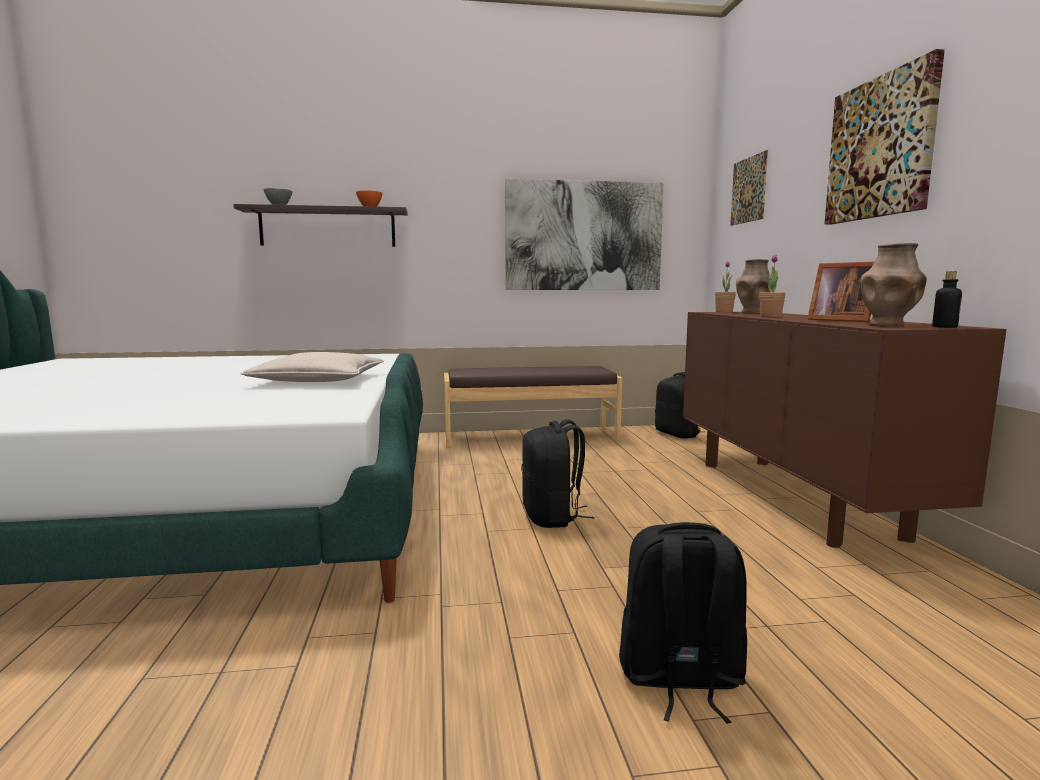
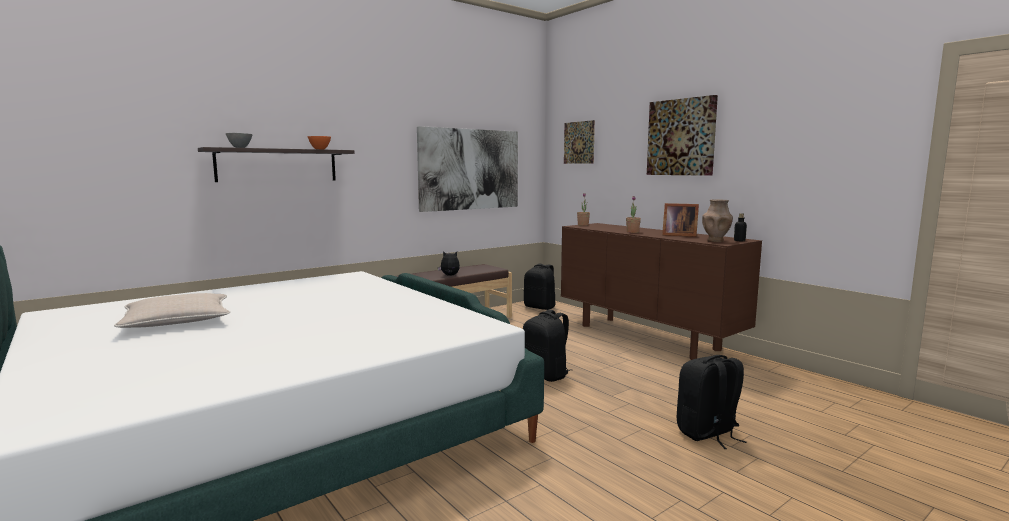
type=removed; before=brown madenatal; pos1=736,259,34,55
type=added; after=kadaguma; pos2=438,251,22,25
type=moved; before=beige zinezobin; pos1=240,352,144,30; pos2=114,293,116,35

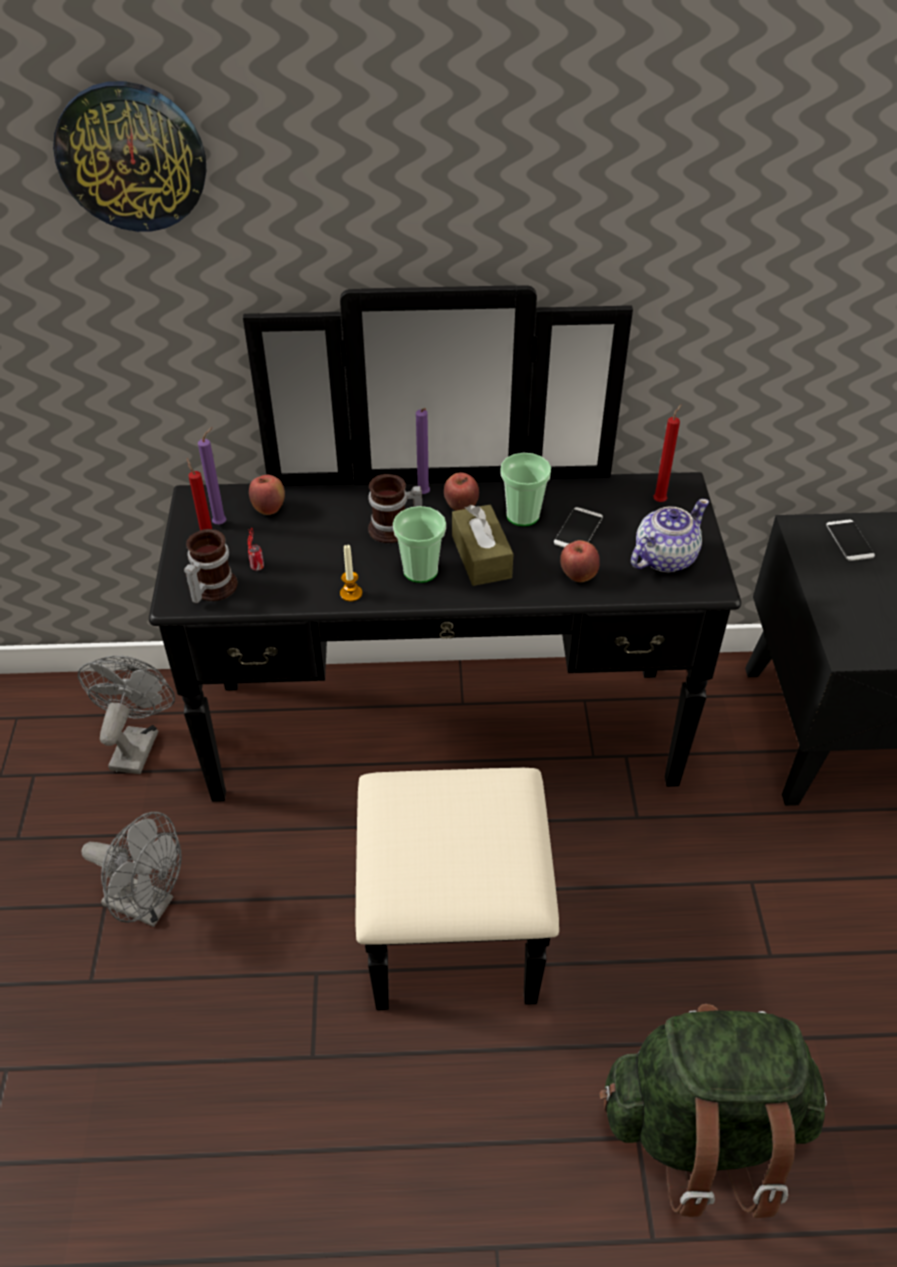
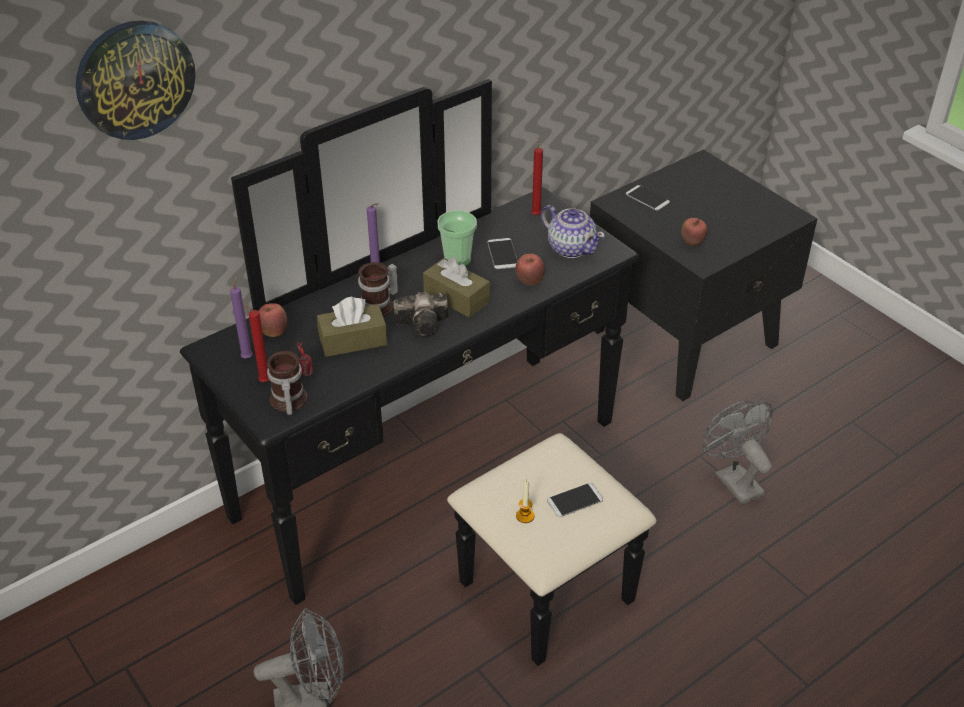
type=removed; before=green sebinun; pos1=599,1004,228,214
type=added; after=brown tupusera; pos2=317,297,70,60
type=added; after=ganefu; pos2=547,483,56,34
type=moved; before=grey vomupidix; pos1=78,656,97,118; pos2=702,401,71,103
type=moved; before=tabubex; pos1=340,545,22,57; pos2=516,479,18,44
type=moved; before=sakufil; pos1=444,472,35,39; pos2=681,218,27,28
type=replaced; before=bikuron; after=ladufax; pos1=393,506,53,77; pos2=393,292,55,45
type=turned; before=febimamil; pos1=631,499,78,73; pos2=541,205,64,53; turn=120

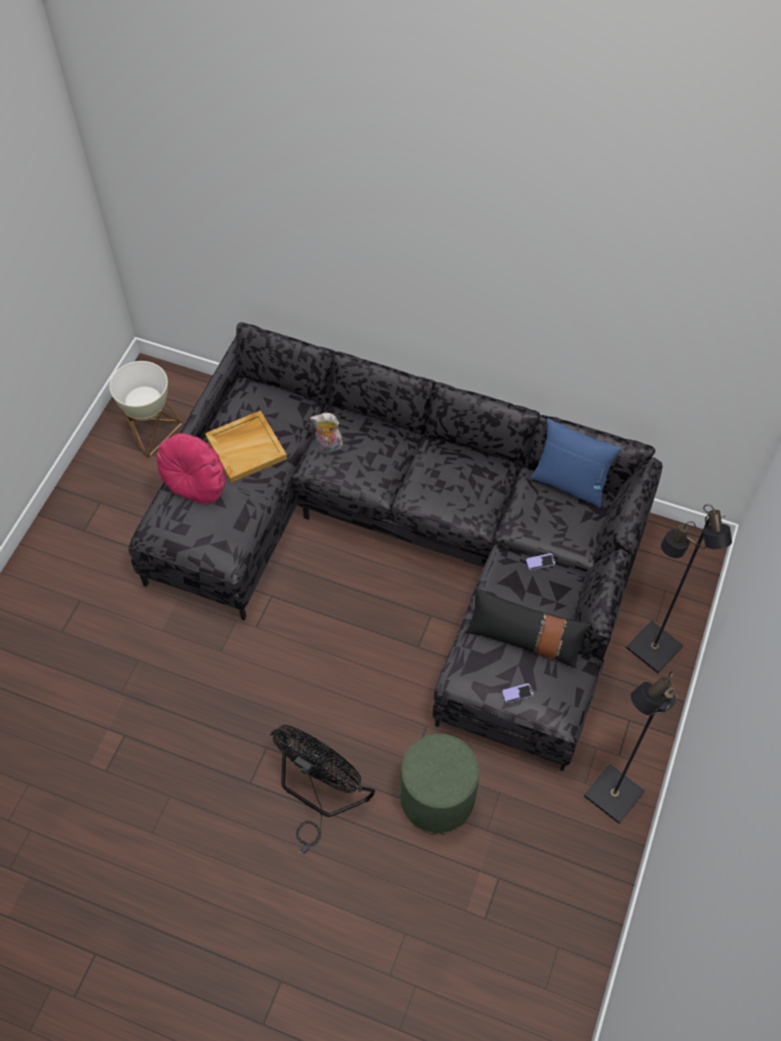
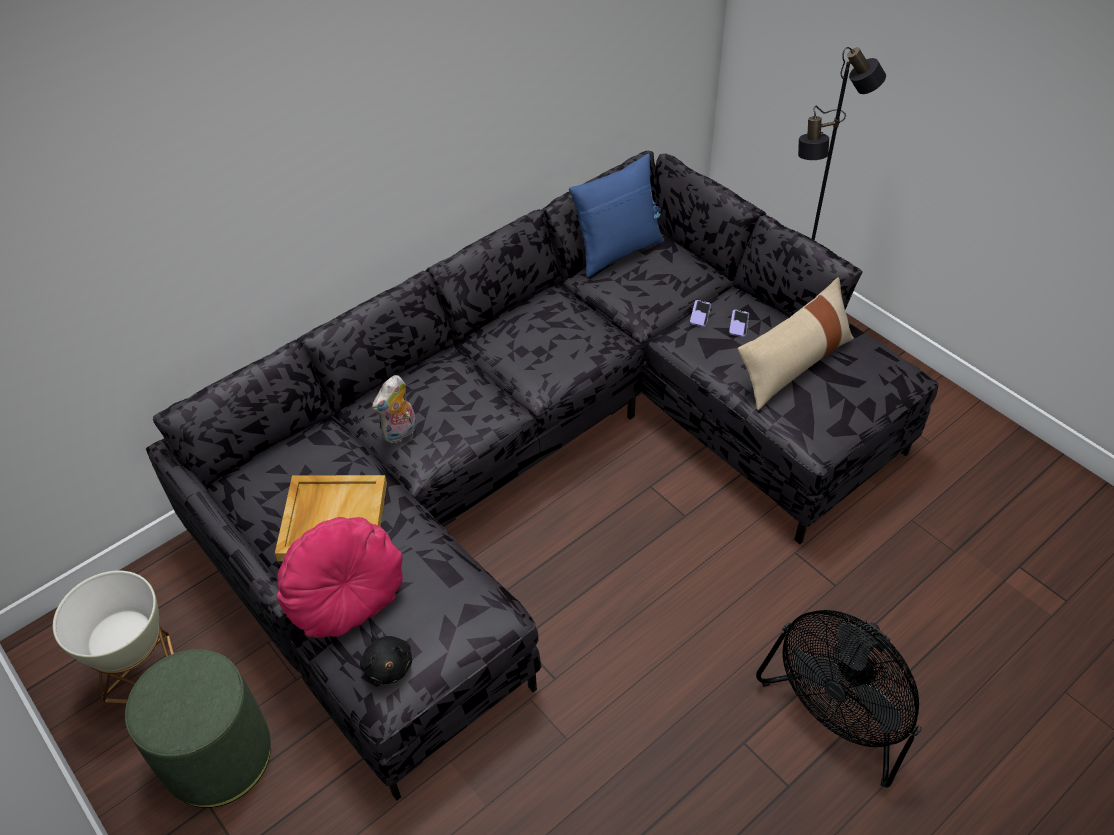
type=removed; before=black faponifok; pos1=584,671,93,153
type=added; after=black kadaguma; pos2=360,629,52,55
type=moved; before=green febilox; pos1=400,734,79,100; pos2=125,649,146,159
type=moved; before=ganefu; pos1=502,683,31,20; pos2=729,310,20,27
type=recoloured; before=black zinezobin; after=beige zinezobin; pos1=466,588,125,80; pos2=738,277,116,133
type=turned; before=black vomupidix; pos1=270,725,105,129; pos2=756,610,166,178; turn=-105

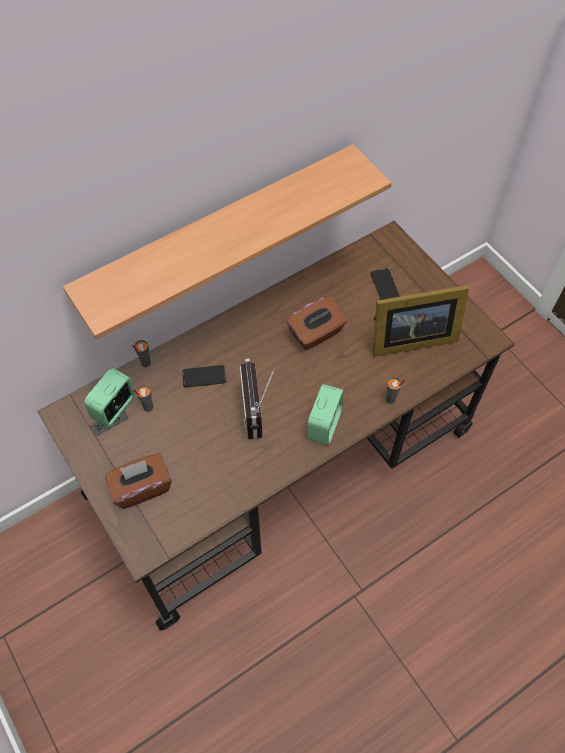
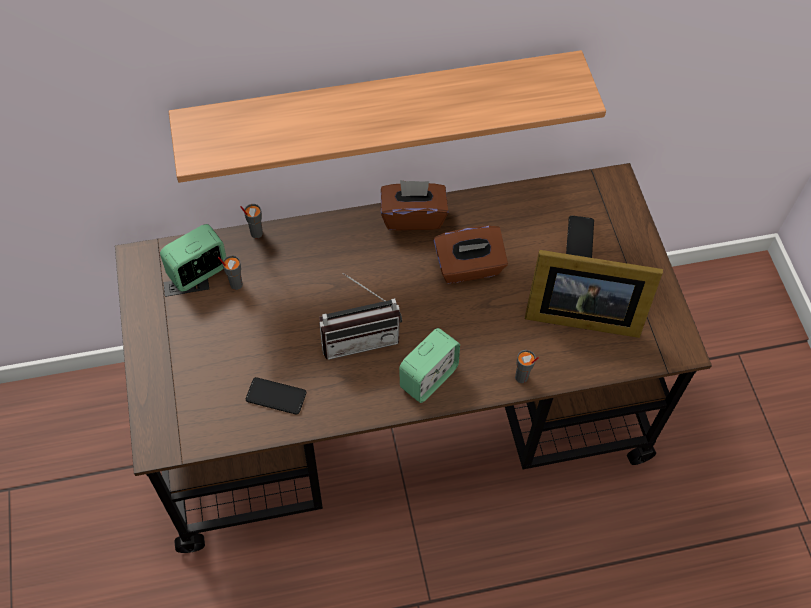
type=moved; before=brown tupusera; pos1=105,454,67,55; pos2=381,180,68,50
type=moved; before=ganefu; pos1=182,365,44,22; pos2=246,377,60,38
type=turned; before=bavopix; pos1=240,359,35,81; pos2=319,273,83,87; turn=-120

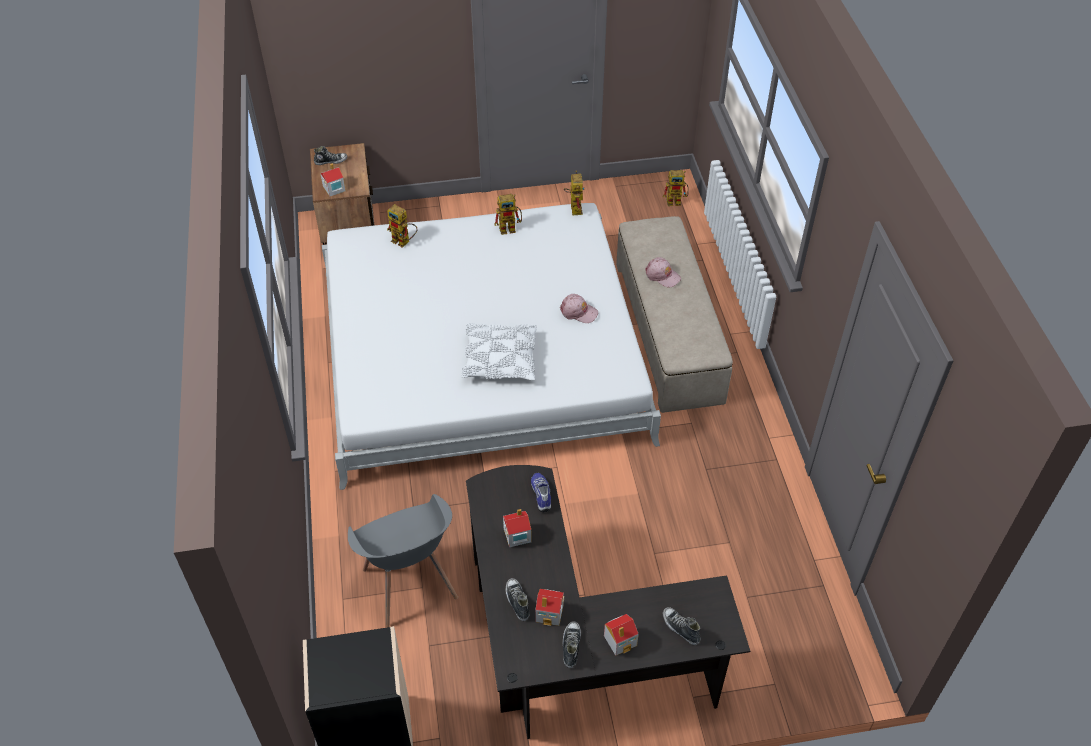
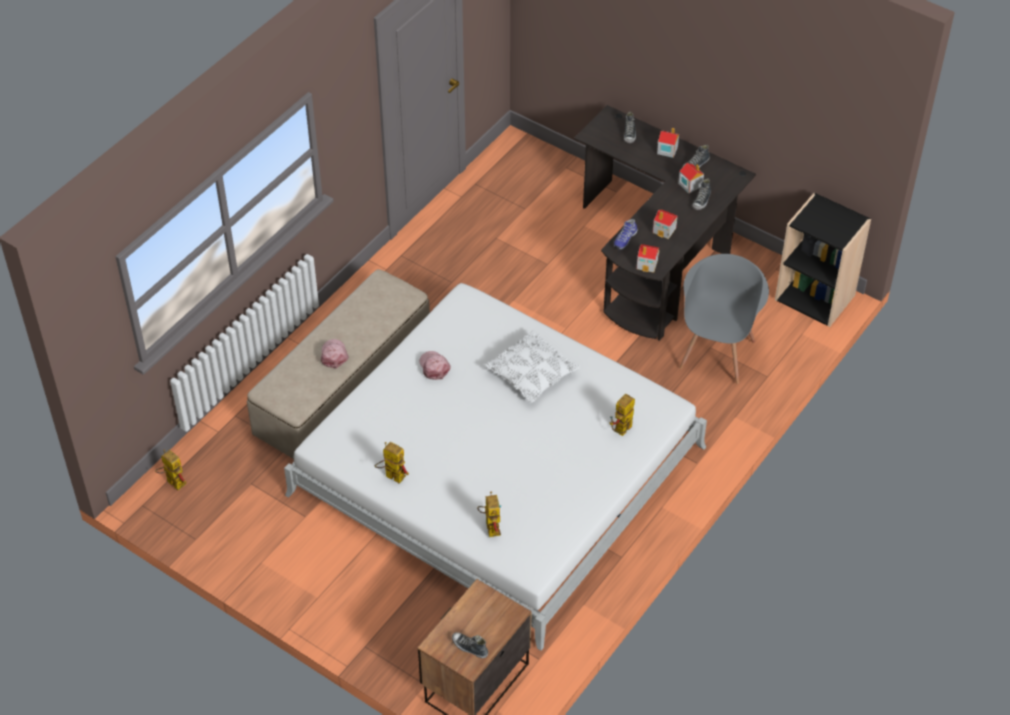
type=moved; before=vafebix; pos1=320,163,26,33; pos2=637,244,22,29
type=moved; before=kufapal; pos1=564,170,20,45; pos2=610,394,25,42

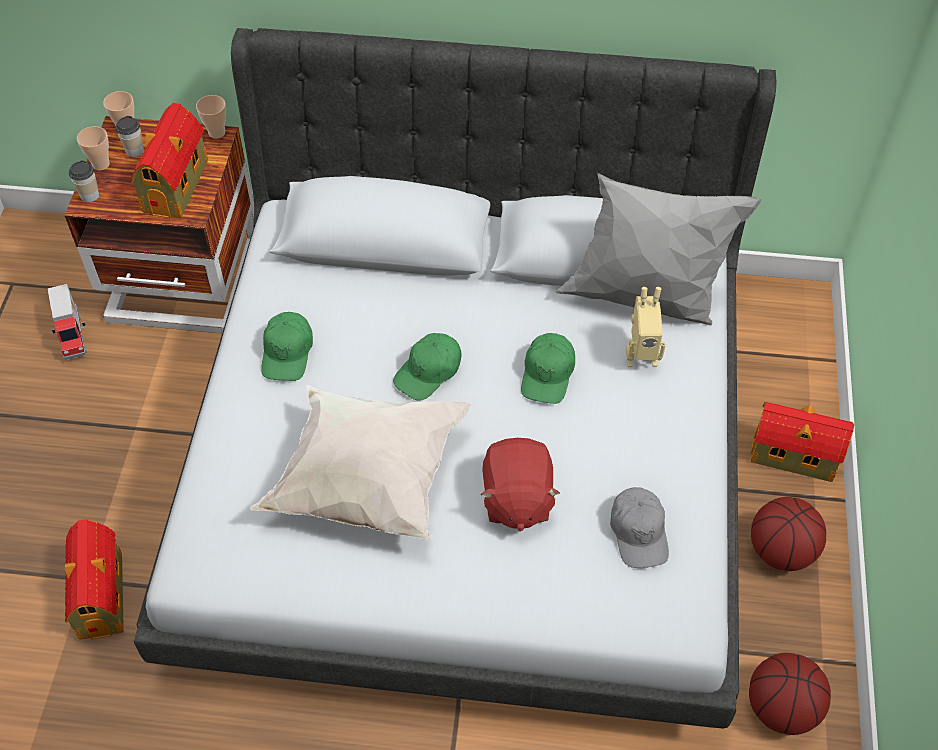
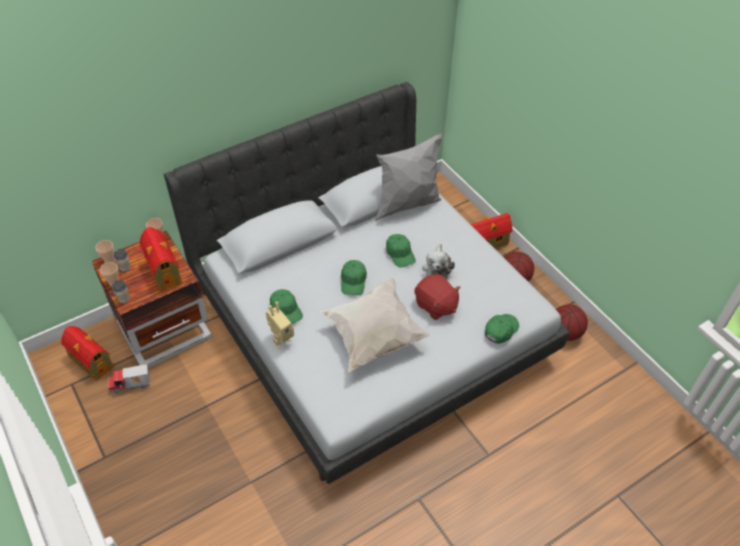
type=removed; before=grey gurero; pos1=610,487,59,81
type=added; after=kadaguma; pos2=422,244,33,36
type=added; after=green gurero; pos2=485,314,34,30
type=moved; before=vafebix; pos1=65,519,59,120; pos2=61,326,53,55
type=moved; before=kufapal; pos1=626,287,40,80; pos2=266,302,28,47
type=turned; before=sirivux; pos1=48,284,39,76; pos2=108,364,42,30; turn=135

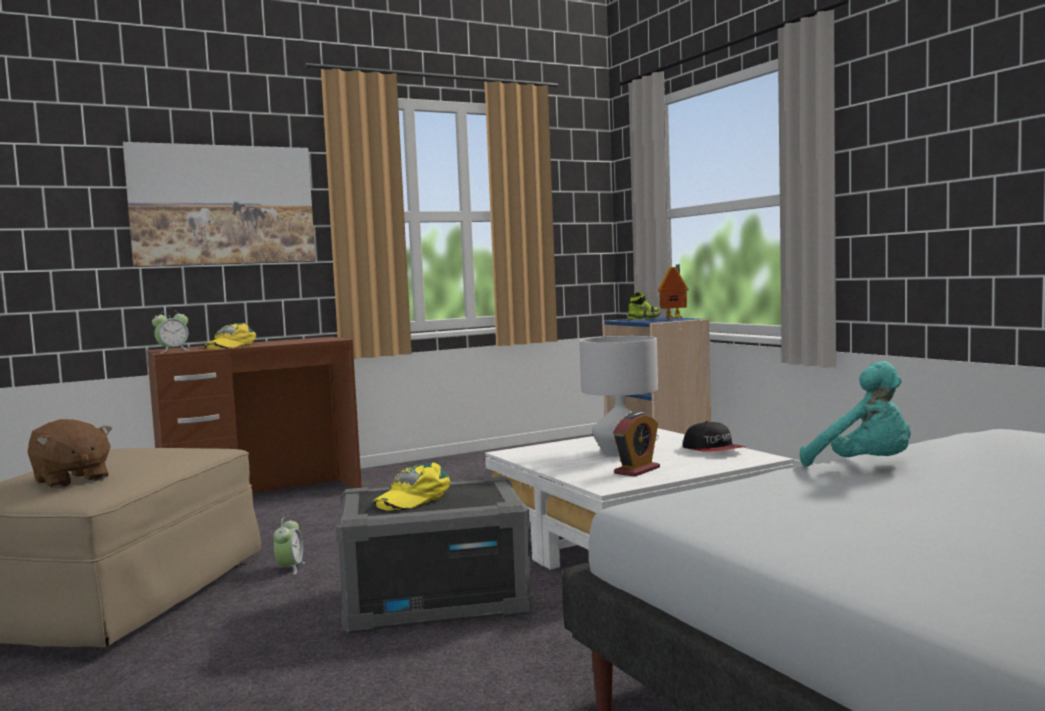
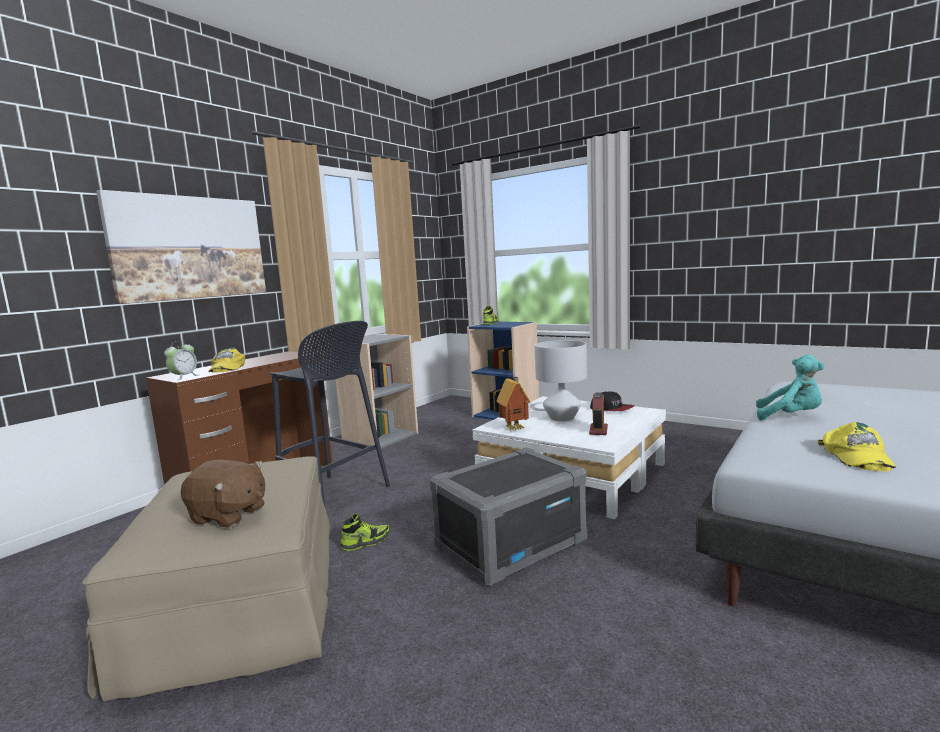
type=added; after=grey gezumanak; pos2=269,321,121,185
type=added; after=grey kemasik; pos2=333,334,85,117
type=moved; before=yellow gurero; pos1=373,463,78,48; pos2=817,422,79,49
type=moved; before=vafebix; pos1=657,264,32,55; pos2=496,377,34,53
type=replaced; before=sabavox; after=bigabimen; pos1=274,517,31,58; pos2=340,514,50,37

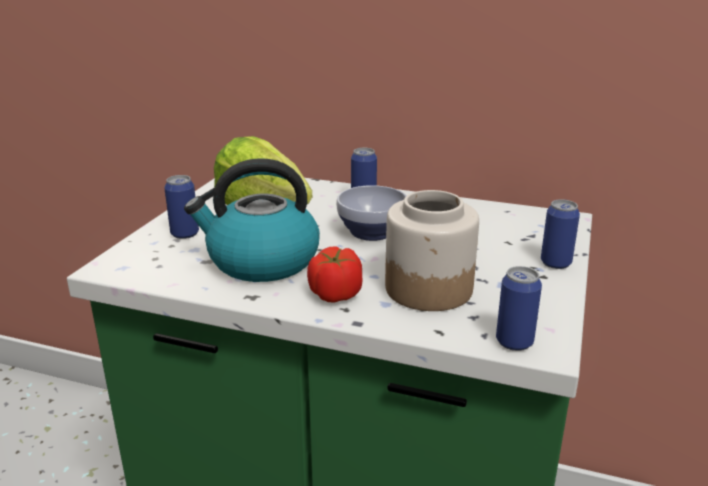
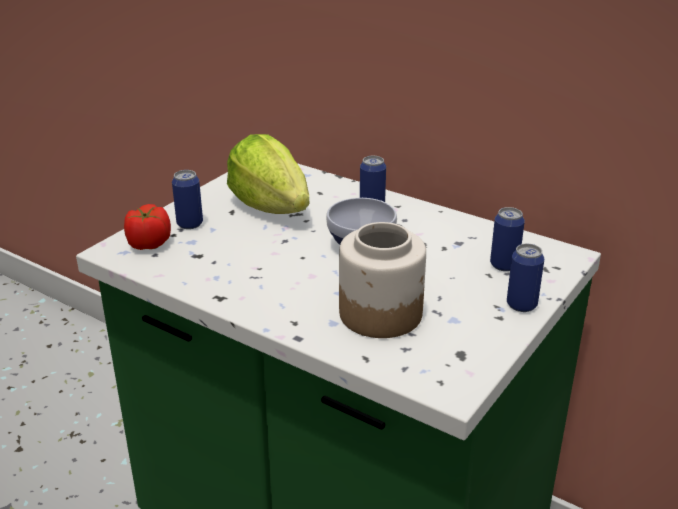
type=removed; before=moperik; pos1=184,158,136,124
type=moved; before=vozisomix; pos1=307,246,56,57; pos2=124,204,47,46
type=moved; before=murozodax; pos1=496,266,46,85; pos2=490,207,35,64

